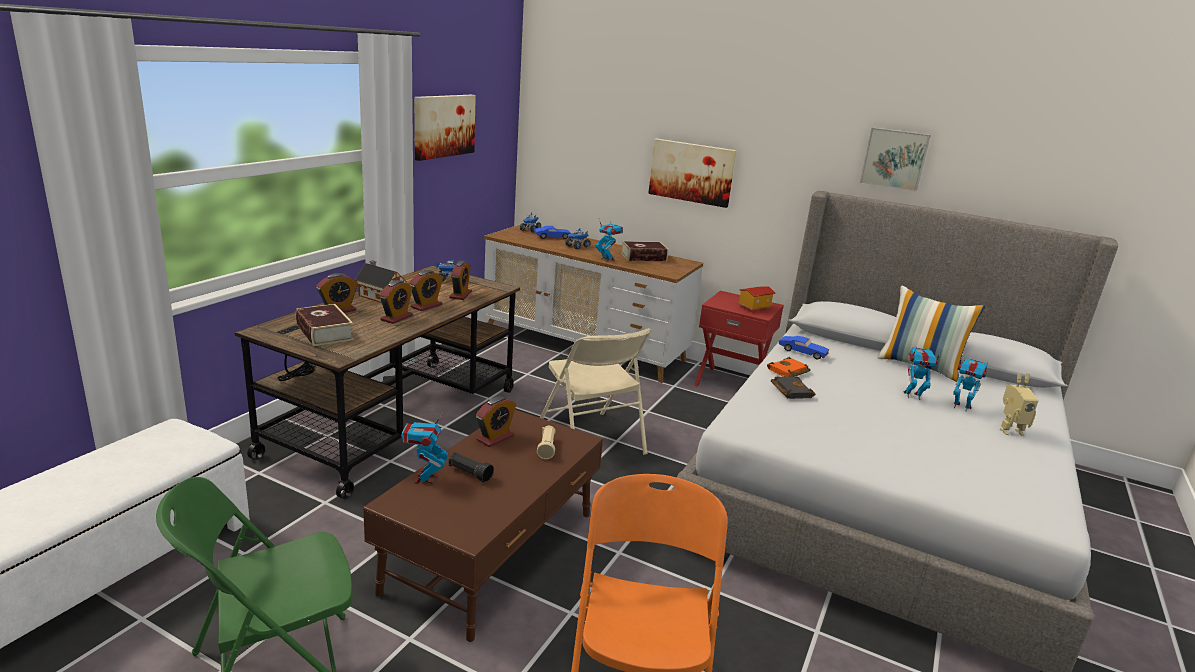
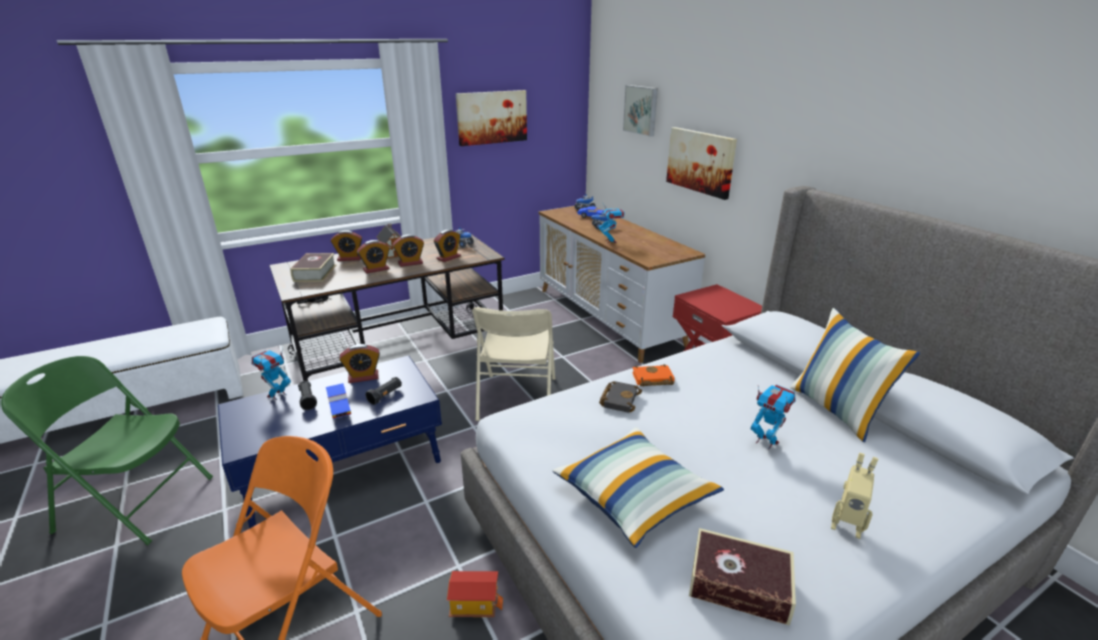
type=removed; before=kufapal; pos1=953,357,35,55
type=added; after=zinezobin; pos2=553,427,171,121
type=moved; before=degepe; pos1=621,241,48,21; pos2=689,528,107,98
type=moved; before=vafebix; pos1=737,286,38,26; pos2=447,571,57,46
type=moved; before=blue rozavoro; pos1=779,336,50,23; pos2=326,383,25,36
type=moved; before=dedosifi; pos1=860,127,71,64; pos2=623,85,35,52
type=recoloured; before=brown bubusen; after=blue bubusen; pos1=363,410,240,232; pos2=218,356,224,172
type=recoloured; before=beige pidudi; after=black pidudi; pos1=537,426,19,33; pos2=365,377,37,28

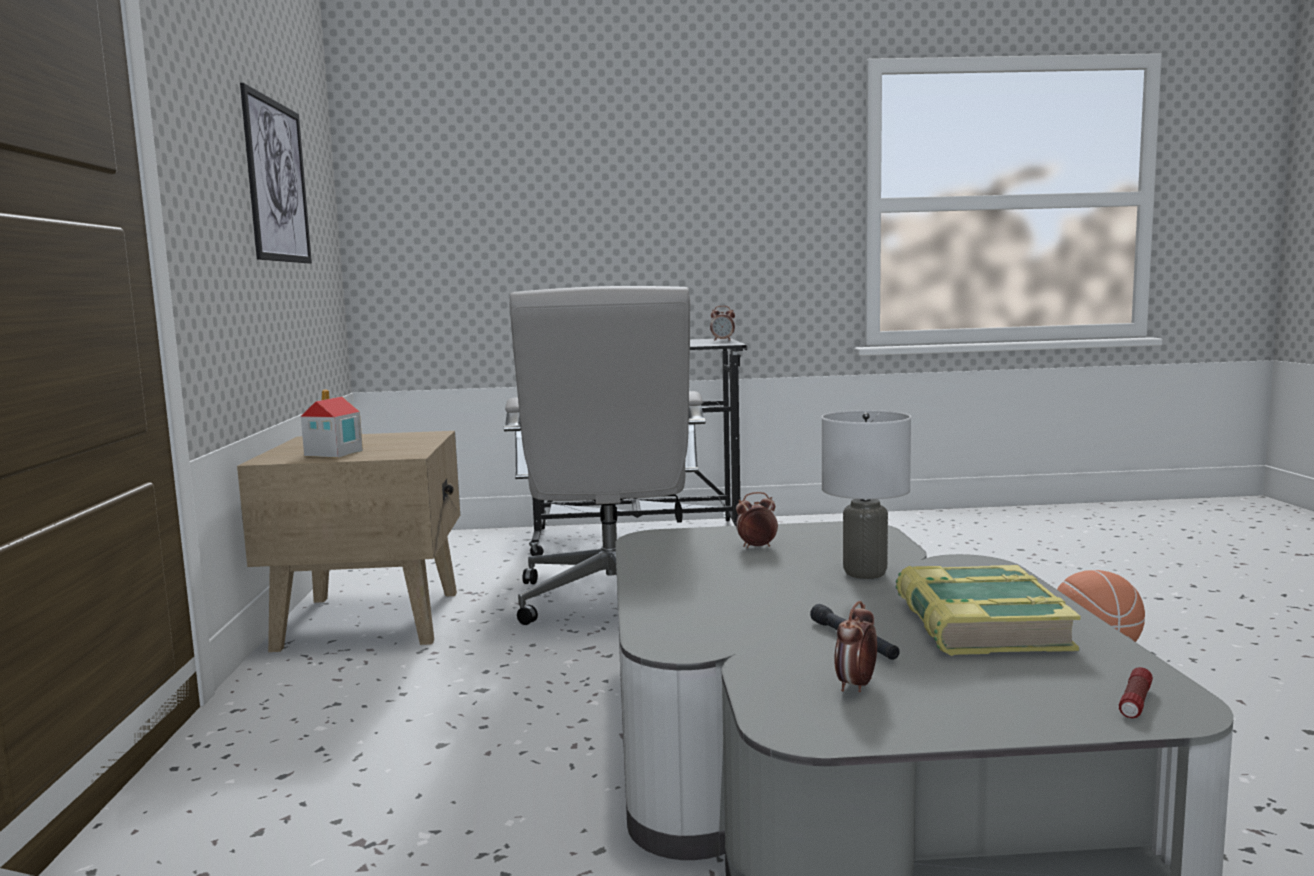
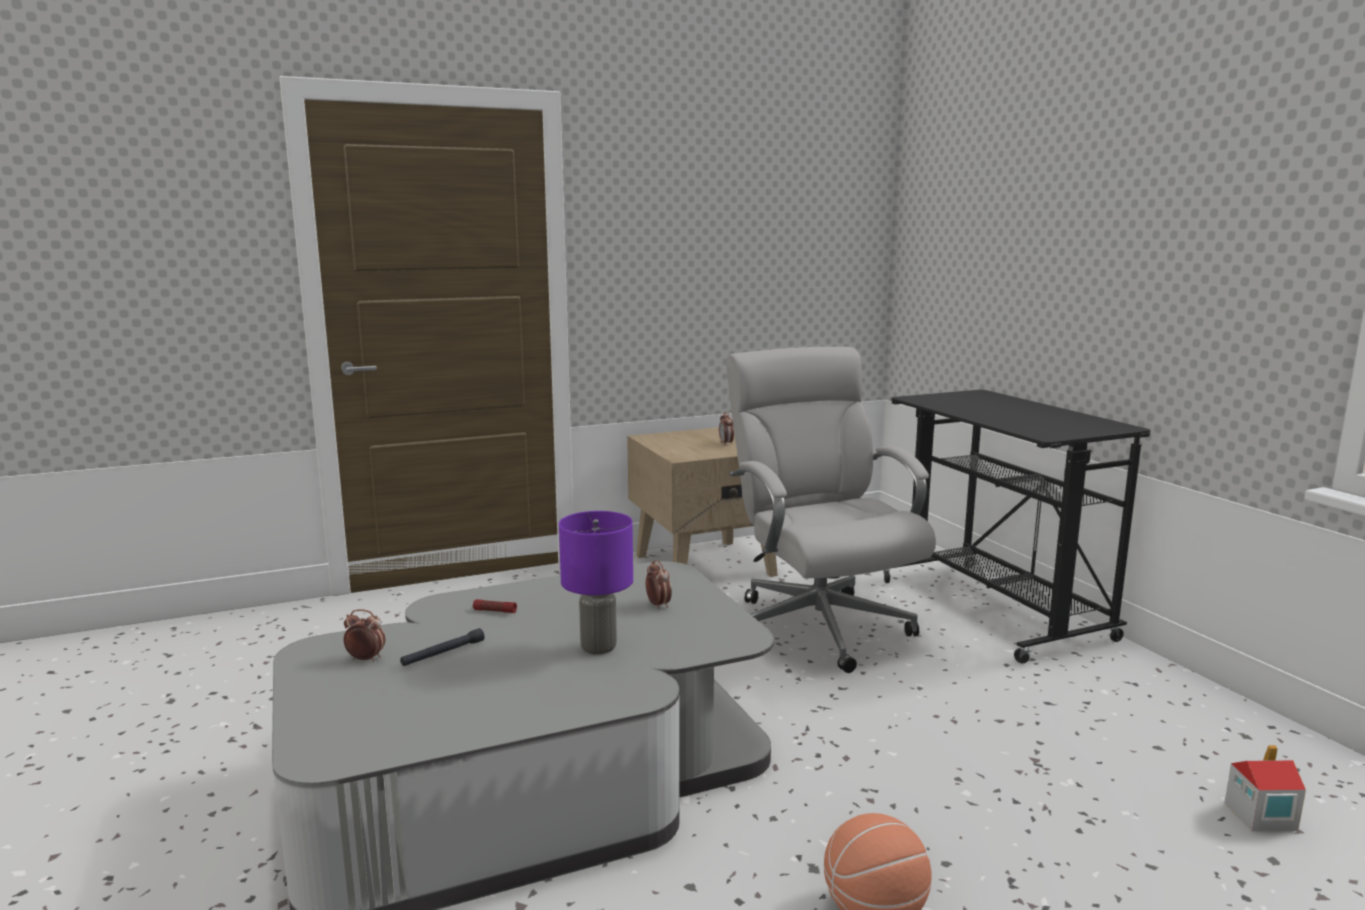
type=removed; before=dedosifi; pos1=240,83,72,180
type=removed; before=degepe; pos1=896,565,185,91
type=moved; before=vafebix; pos1=301,389,62,69; pos2=1225,745,81,86
type=moved; before=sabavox; pos1=710,306,25,35; pos2=719,411,15,35
type=moved; before=pidudi; pos1=1119,667,34,51; pos2=473,599,44,14
type=recoloured; before=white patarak; after=purple patarak; pos1=822,410,89,169; pos2=559,511,74,144
type=turned; before=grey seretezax; pos1=504,286,201,339; pos2=726,347,210,326; turn=90

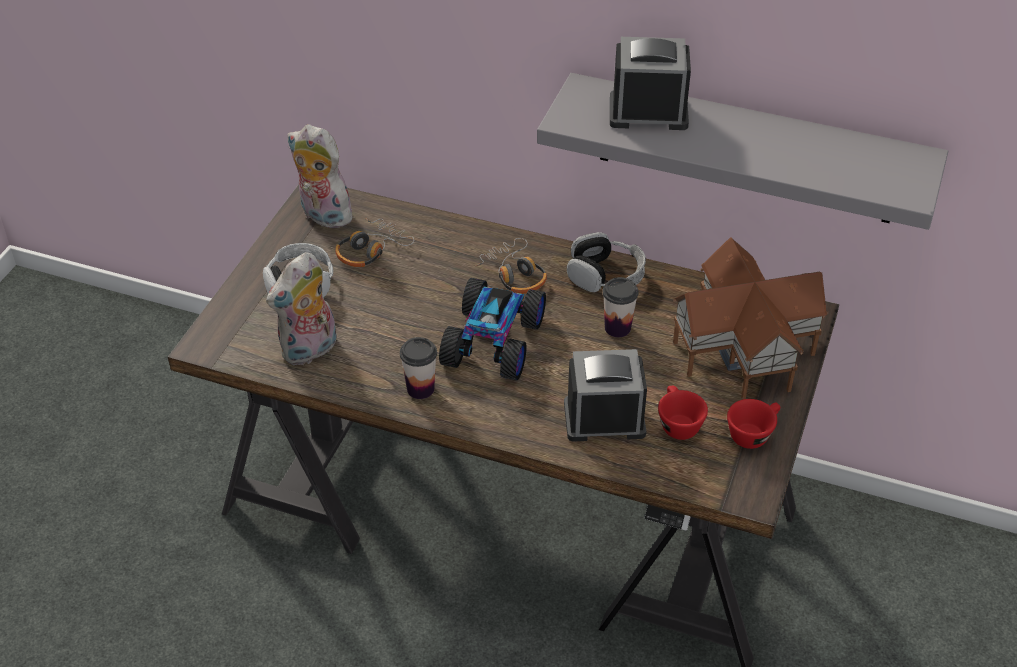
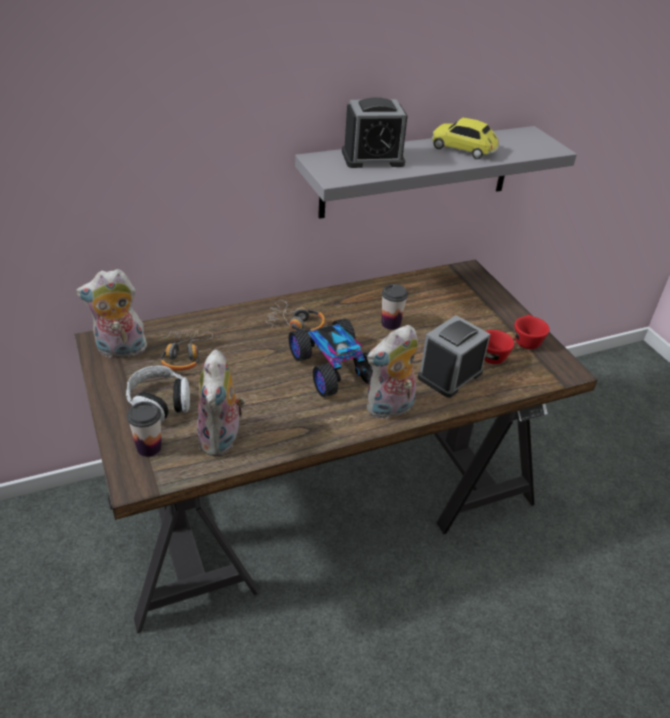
type=removed; before=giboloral; pos1=567,232,79,60
type=removed; before=vafebix; pos1=673,237,156,163
type=added; after=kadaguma; pos2=367,325,51,95
type=added; after=rozavoro; pos2=432,118,67,41
type=moved; before=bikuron; pos1=400,337,37,62; pos2=127,402,34,55
type=turned; before=sabavox; pos1=610,37,81,93; pos2=342,97,65,71; turn=-150

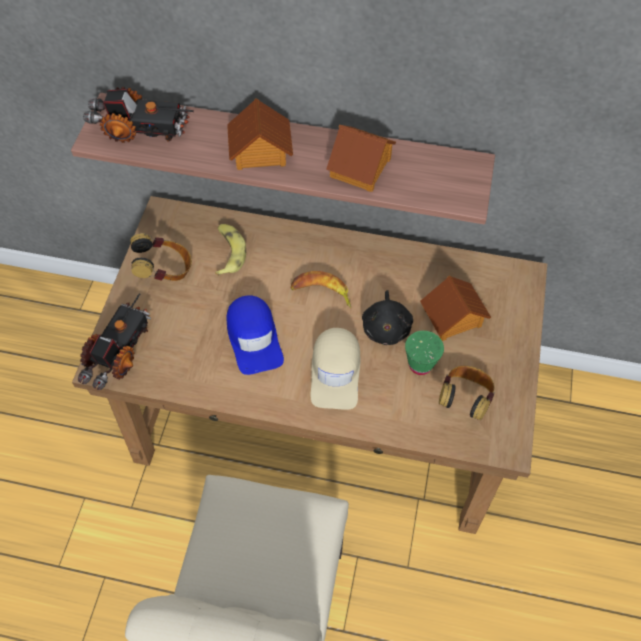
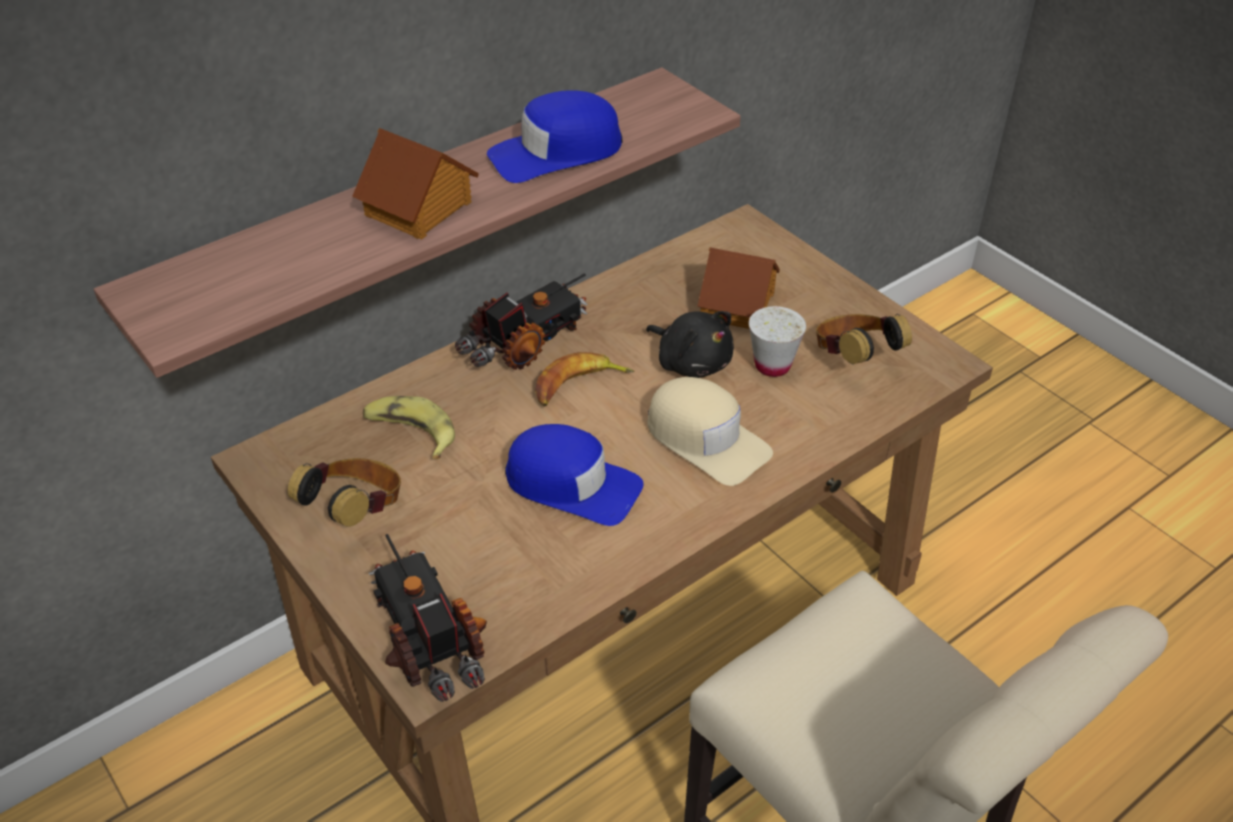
type=moved; before=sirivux; pos1=83,87,111,56; pos2=455,273,133,97
type=replaced; before=vafebix; after=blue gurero; pos1=326,125,70,67; pos2=487,90,136,93
type=recoloured; before=green bikuron; after=white bikuron; pos1=405,331,39,44; pos2=749,306,57,71

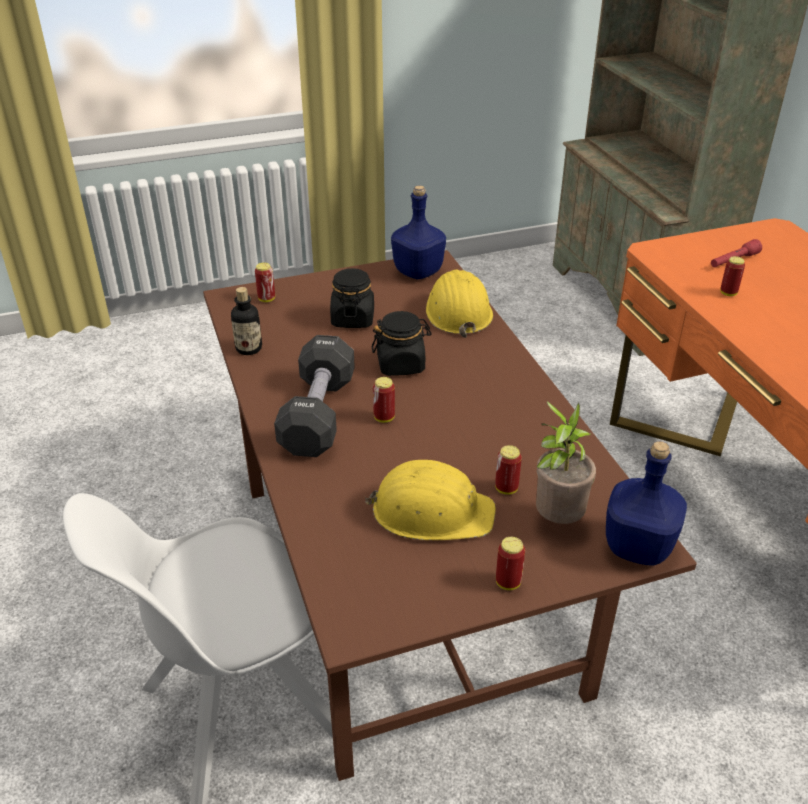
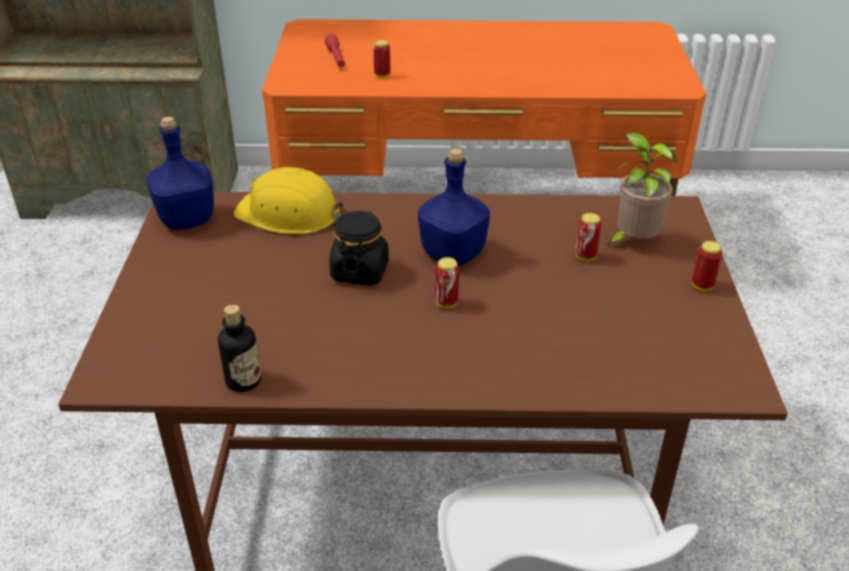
type=removed; before=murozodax; pos1=255,263,20,39
type=removed; before=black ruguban; pos1=274,335,81,122
type=removed; before=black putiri; pos1=330,268,44,60
type=removed; before=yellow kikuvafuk; pos1=365,460,131,80
type=moved; before=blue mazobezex; pos1=606,441,81,125; pos2=418,149,72,117

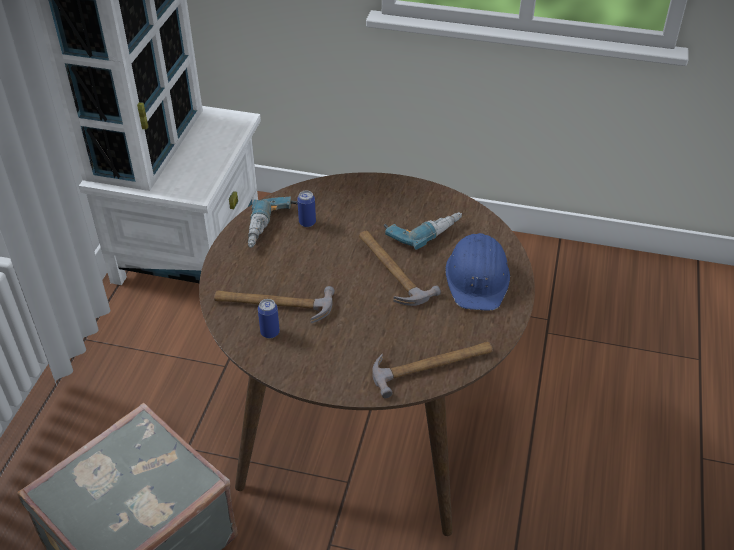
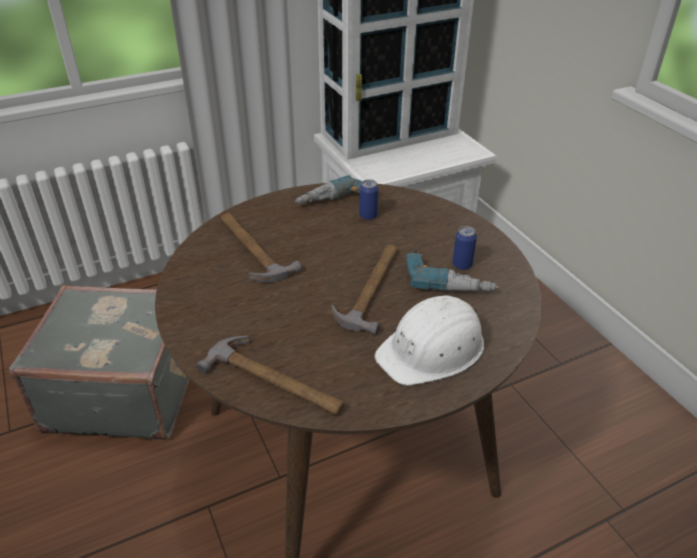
type=moved; before=murozodax; pos1=258,299,22,40; pos2=452,226,25,44
type=recoloured; before=blue kikuvafuk; after=white kikuvafuk; pos1=445,233,65,78; pos2=374,296,110,90

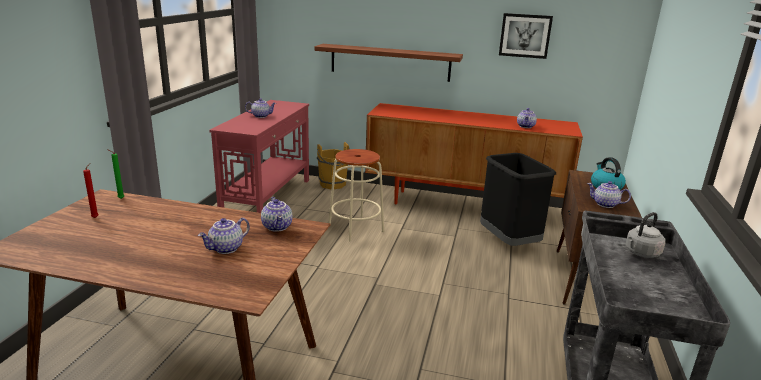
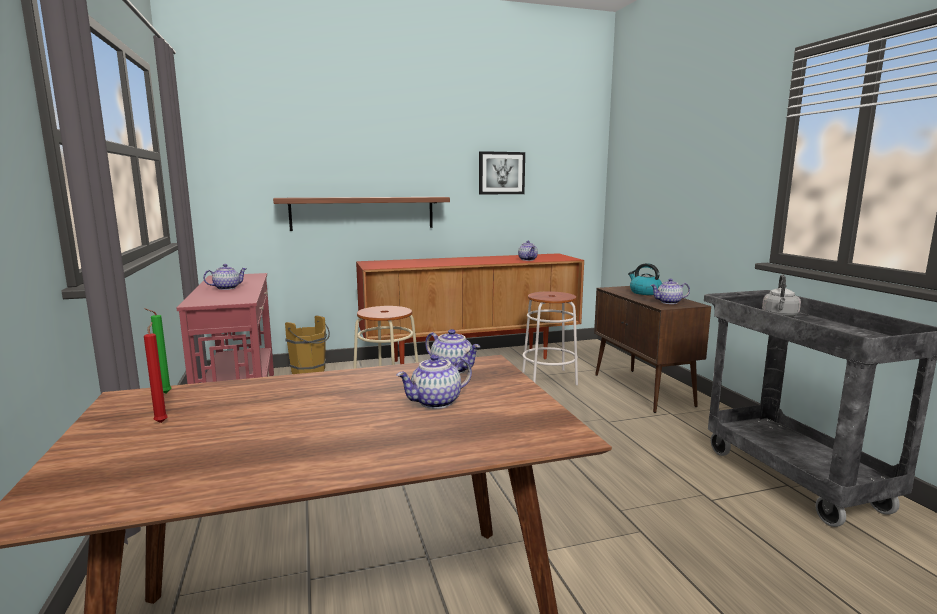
type=replaced; before=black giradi; after=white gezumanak; pos1=480,153,76,93; pos2=522,291,56,94
type=turned; before=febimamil; pos1=198,218,52,36; pos2=396,354,76,55; turn=45

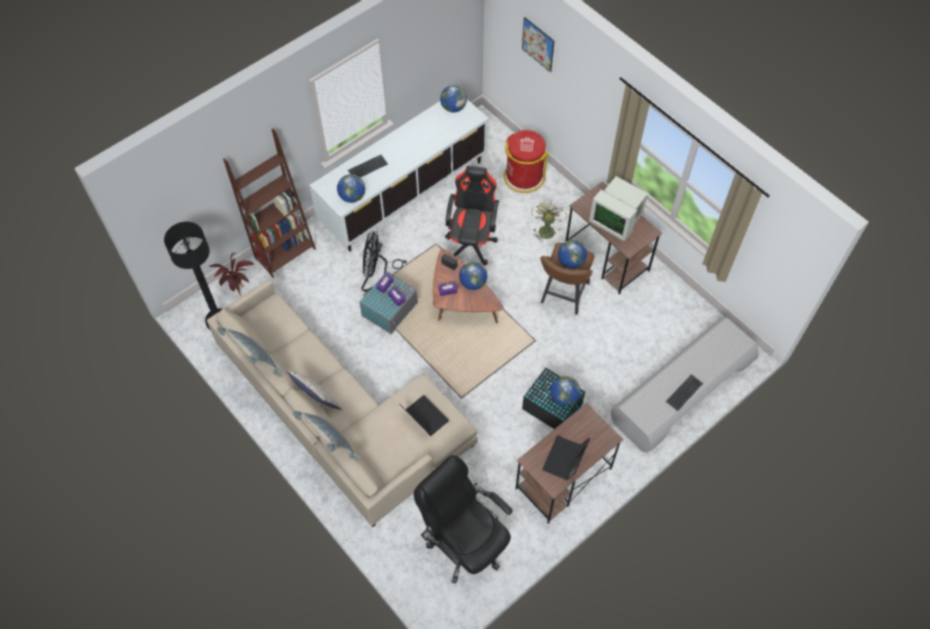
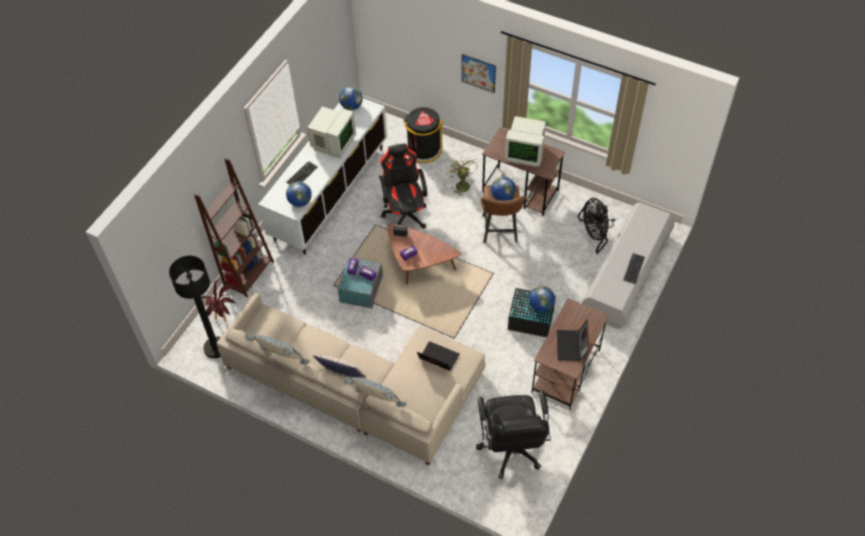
type=removed; before=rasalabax; pos1=459,262,28,28
type=added; after=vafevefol; pos2=307,106,49,52
type=moved; before=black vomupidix; pos1=361,231,46,62; pos2=578,198,37,56
type=moved; before=dedosifi; pos1=522,17,32,56; pos2=462,54,34,39
type=recoloured; before=red giradi; after=black giradi; pos1=504,130,44,63; pos2=404,107,39,56
type=turned; before=black seretezax; pos1=414,455,98,129; pos2=476,391,75,88; turn=-120

